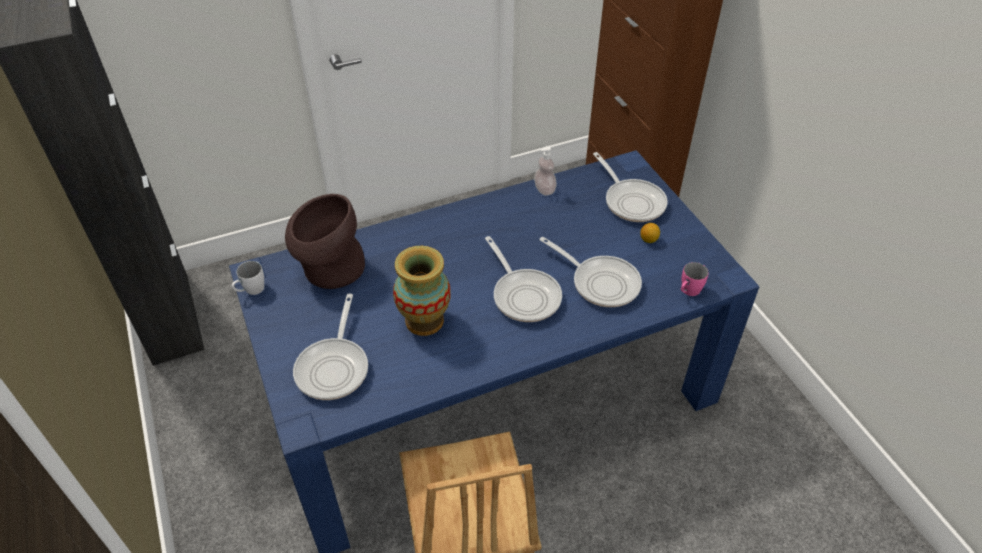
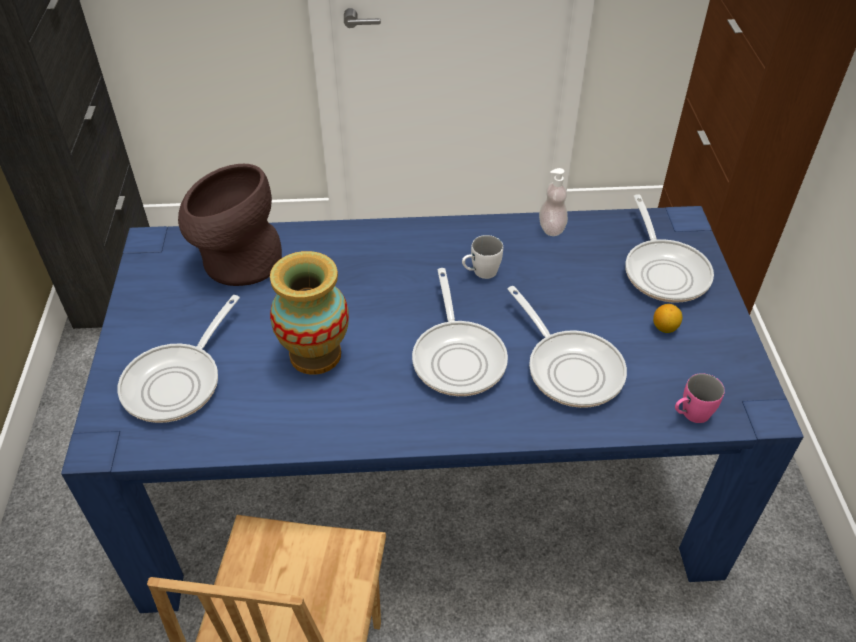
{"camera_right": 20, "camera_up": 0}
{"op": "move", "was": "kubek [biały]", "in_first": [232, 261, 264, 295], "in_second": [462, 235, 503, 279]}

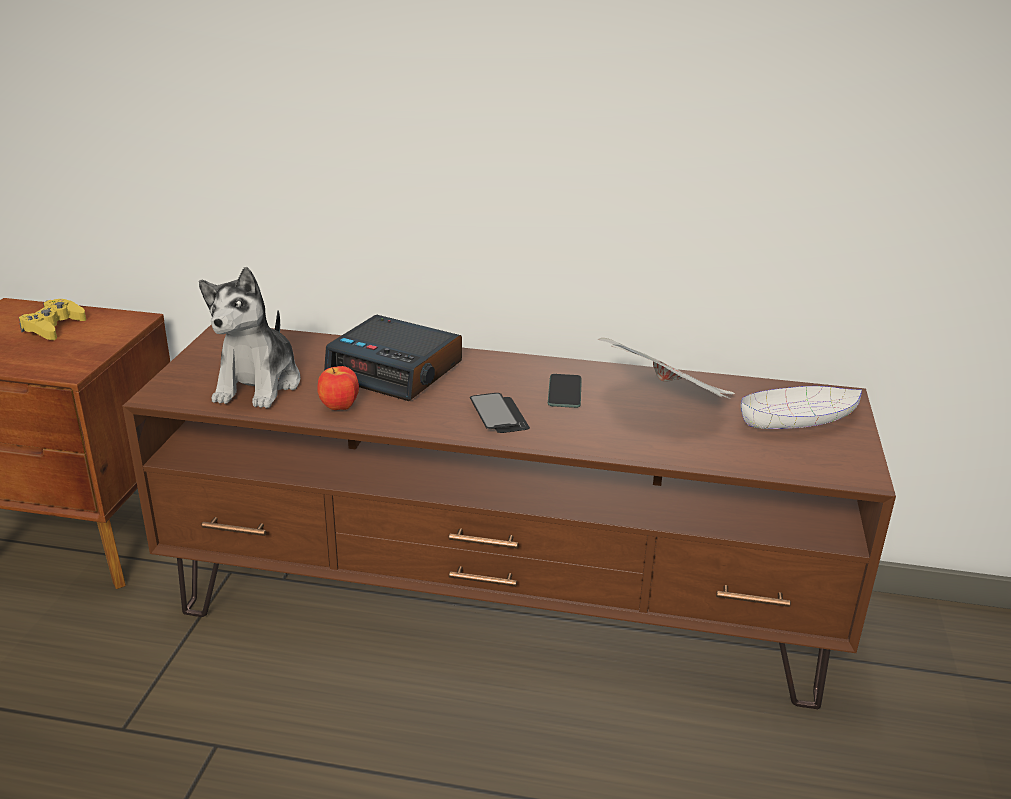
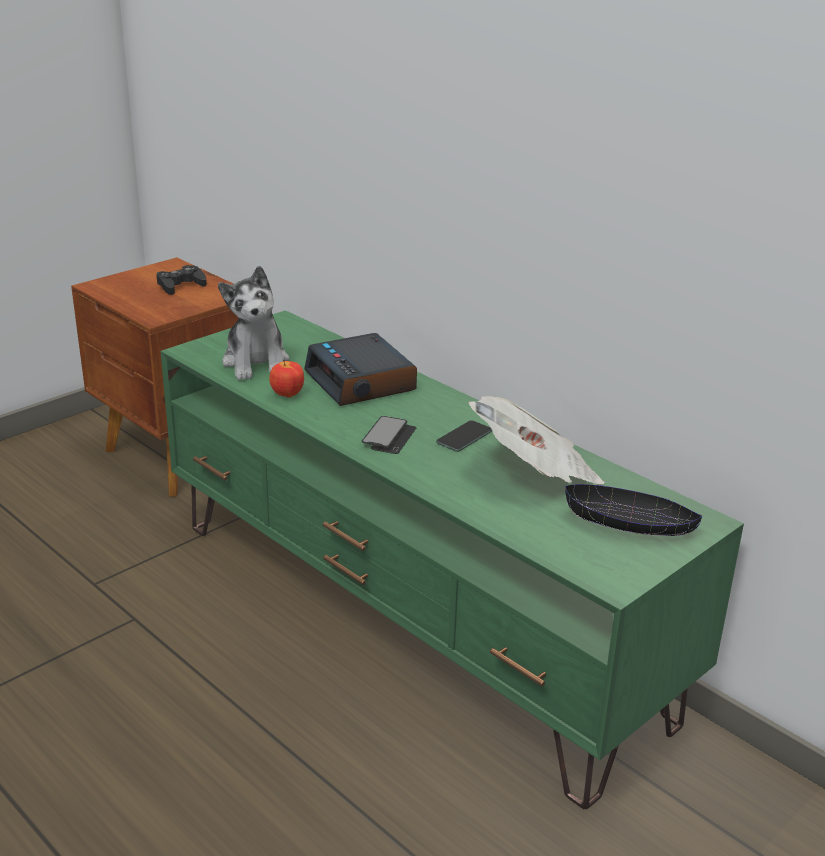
{"camera_right": 35, "camera_up": 0}
{"op": "recolor", "was": "pad do gier [żółty]", "now": "pad do gier [czarny]", "in_first": [19, 299, 86, 340], "in_second": [156, 265, 207, 295]}
{"op": "recolor", "was": "szafka pod telewizor [brązowy]", "now": "szafka pod telewizor [zielony]", "in_first": [122, 325, 896, 709], "in_second": [160, 310, 744, 809]}
{"op": "rotate", "was": "pluszak", "in_first": [199, 267, 300, 408], "in_second": [218, 266, 289, 380], "clockwise": -60}
{"op": "recolor", "was": "miska [biały]", "now": "miska [czarny]", "in_first": [740, 386, 862, 429], "in_second": [565, 484, 702, 536]}

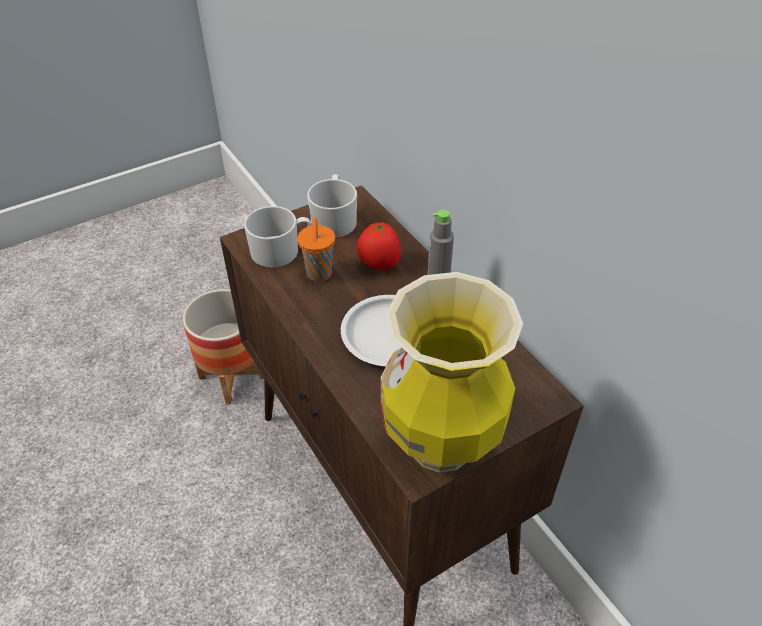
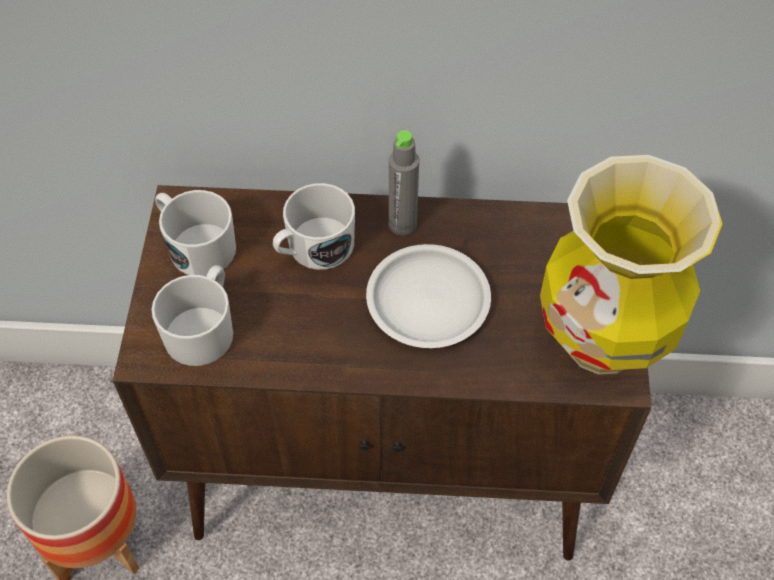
{"camera_right": -55, "camera_up": 10}
{"op": "delete", "was": "filiżanka [pomarańczowy]", "in_first": [297, 217, 335, 282]}
{"op": "replace", "was": "pomidor", "now": "kubek [biały]", "in_first": [357, 222, 401, 270], "in_second": [273, 183, 355, 270]}

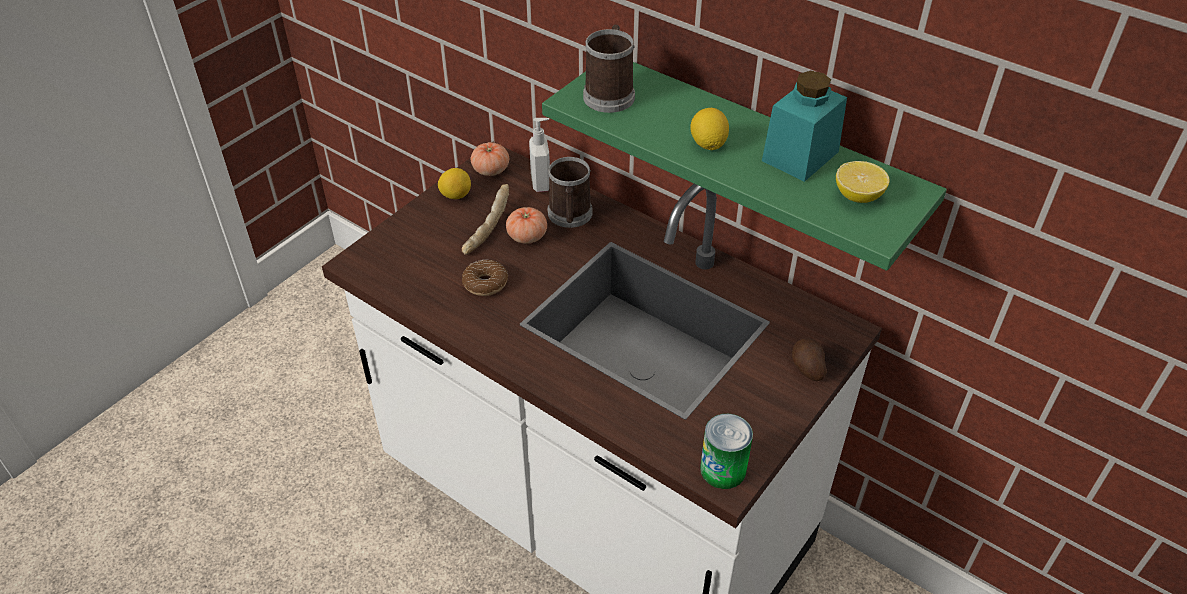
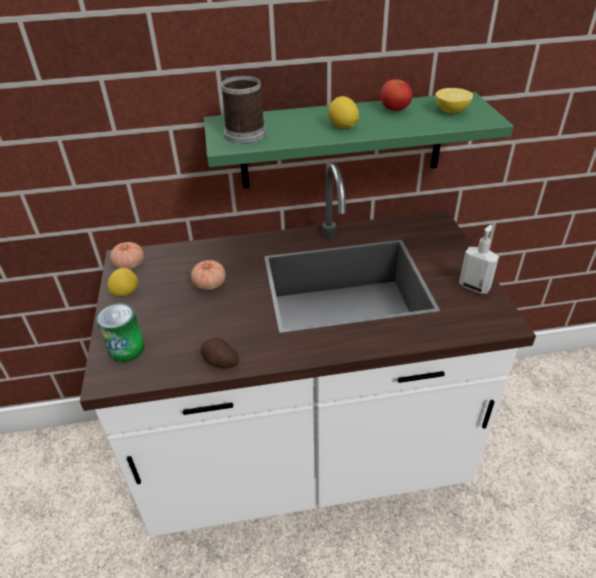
{"camera_right": -45, "camera_up": -5}
{"op": "delete", "was": "chleb", "in_first": [462, 184, 509, 255]}
{"op": "delete", "was": "donut", "in_first": [462, 260, 508, 296]}
{"op": "move", "was": "dozownik mydła", "in_first": [529, 118, 550, 192], "in_second": [459, 224, 499, 294]}
{"op": "delete", "was": "kubek", "in_first": [548, 157, 593, 228]}
{"op": "move", "was": "puszka", "in_first": [700, 414, 753, 489], "in_second": [97, 303, 145, 362]}
{"op": "replace", "was": "słoik [turkusowy]", "now": "pomidor", "in_first": [762, 71, 847, 182], "in_second": [380, 79, 413, 111]}
{"op": "move", "was": "ziemniak", "in_first": [792, 338, 827, 381], "in_second": [201, 338, 239, 368]}

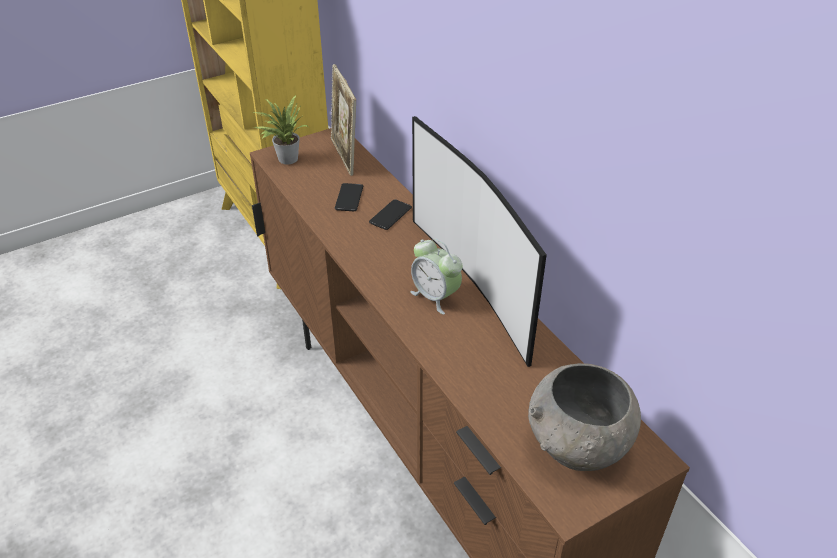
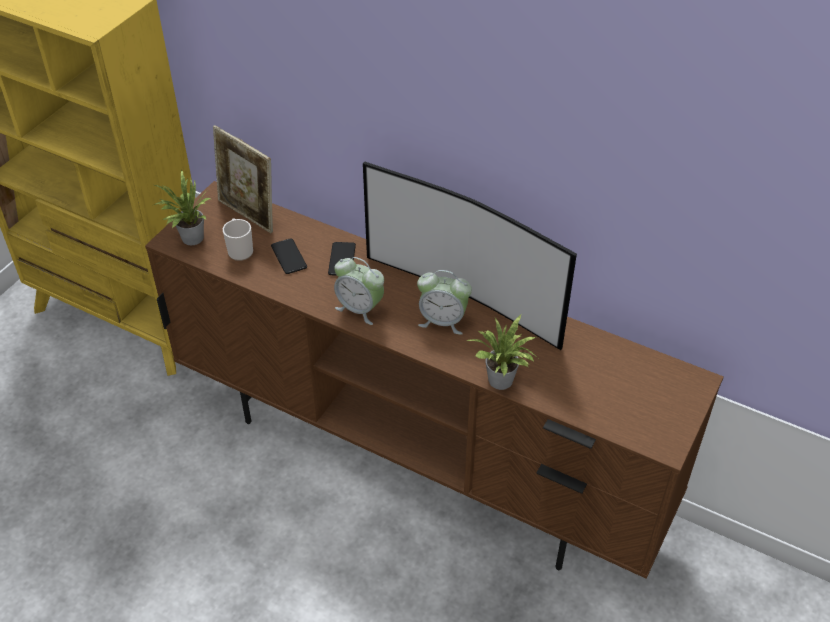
{"camera_right": -30, "camera_up": 5}
{"op": "delete", "was": "miska [szary]", "in_first": [528, 363, 641, 471]}
{"op": "insert", "now": "kubek", "in_second": [223, 218, 253, 261]}
{"op": "insert", "now": "budzik", "in_second": [334, 257, 384, 325]}
{"op": "insert", "now": "roślina doniczkowa", "in_second": [467, 314, 538, 390]}

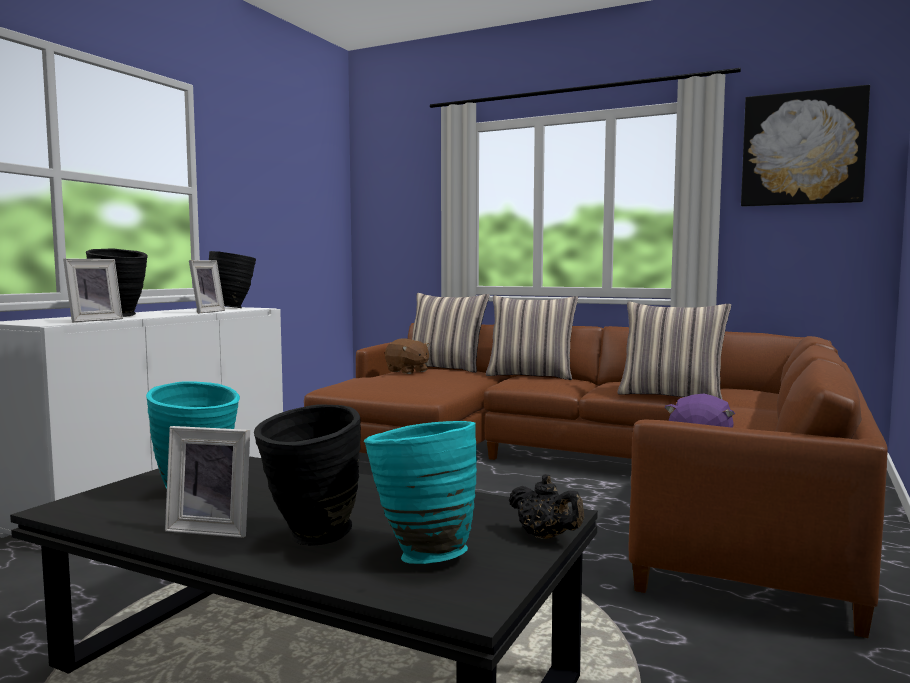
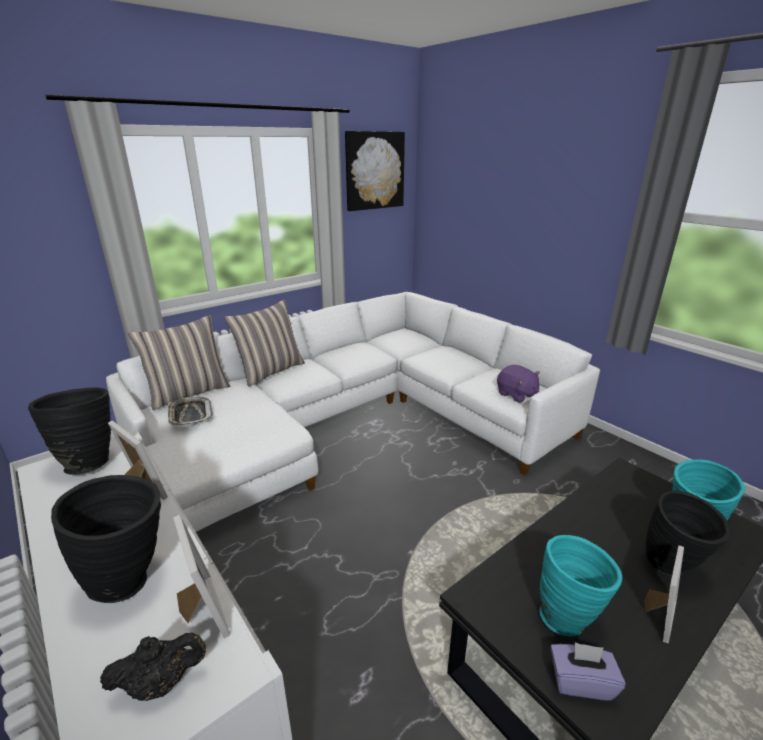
{"camera_right": -65, "camera_up": 20}
{"op": "recolor", "was": "kanapa [brązowy]", "now": "kanapa [biały]", "in_first": [304, 323, 888, 638], "in_second": [106, 292, 600, 532]}
{"op": "replace", "was": "pluszak [brązowy]", "now": "taca", "in_first": [385, 338, 430, 374], "in_second": [168, 397, 213, 427]}
{"op": "move", "was": "imbryk [czarny]", "in_first": [509, 474, 584, 539], "in_second": [100, 632, 206, 701]}
{"op": "delete", "was": "poduszka", "in_first": [617, 302, 731, 400]}
{"op": "insert", "now": "pudełko chusteczek [fioletowy]", "in_second": [550, 642, 626, 701]}

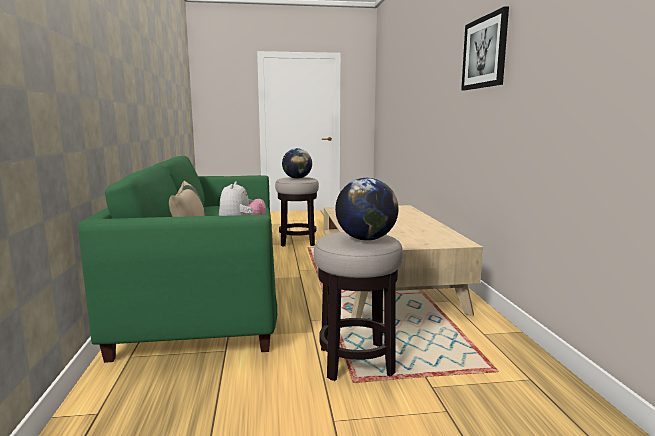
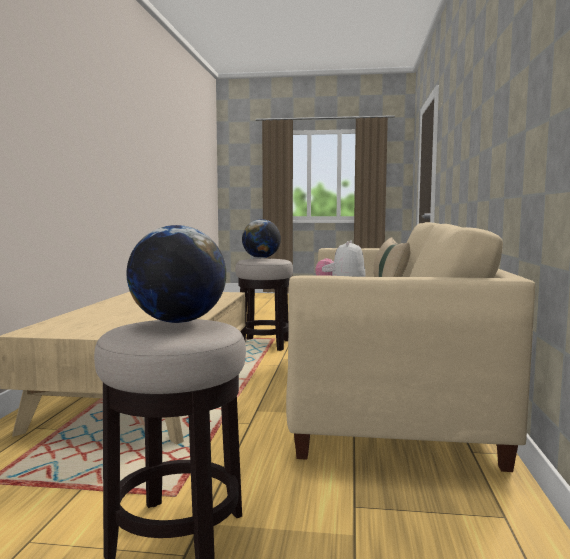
{"camera_right": -165, "camera_up": -5}
{"op": "recolor", "was": "kanapa [zielony]", "now": "kanapa [beżowy]", "in_first": [78, 156, 277, 363], "in_second": [286, 222, 535, 472]}
{"op": "delete", "was": "obraz", "in_first": [461, 6, 509, 90]}

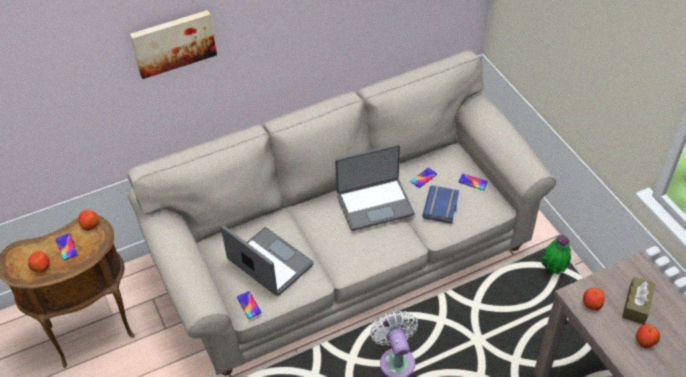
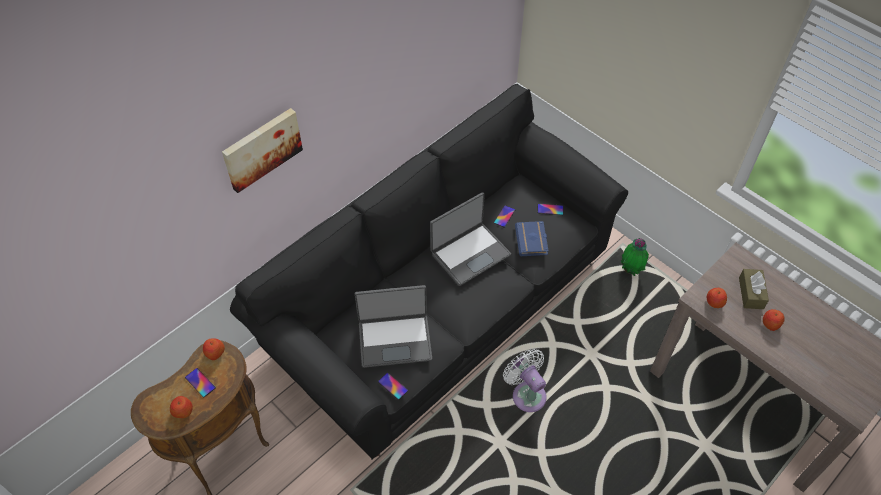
{"camera_right": -20, "camera_up": 5}
{"op": "recolor", "was": "kanapa [beżowy]", "now": "kanapa [czarny]", "in_first": [127, 50, 556, 375], "in_second": [230, 84, 628, 460]}
{"op": "rotate", "was": "laptop", "in_first": [221, 225, 314, 296], "in_second": [355, 285, 432, 368], "clockwise": 150}

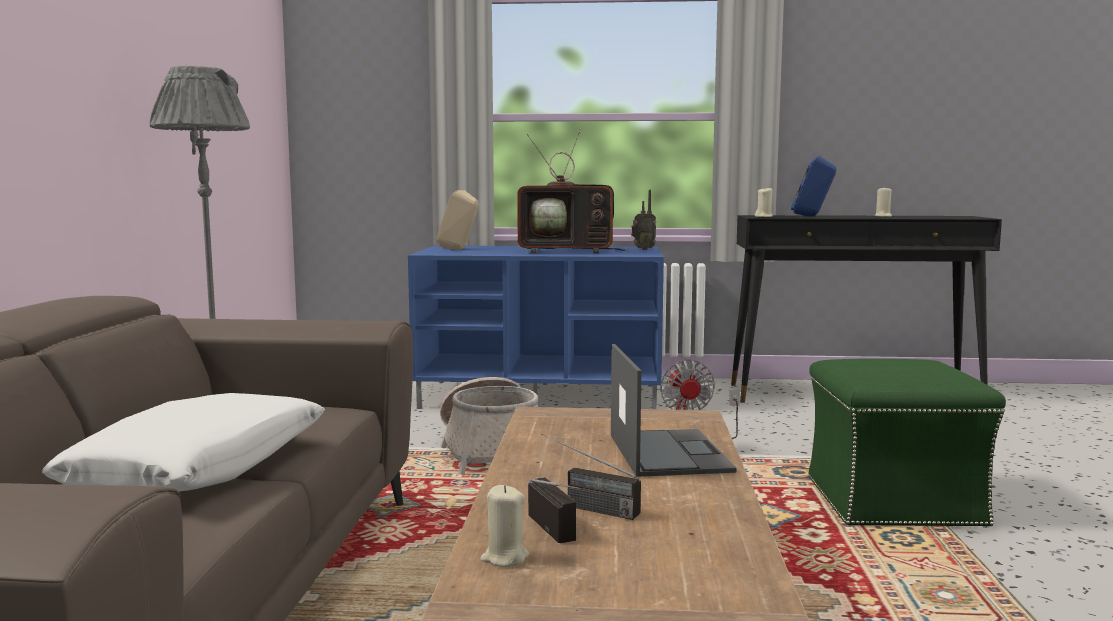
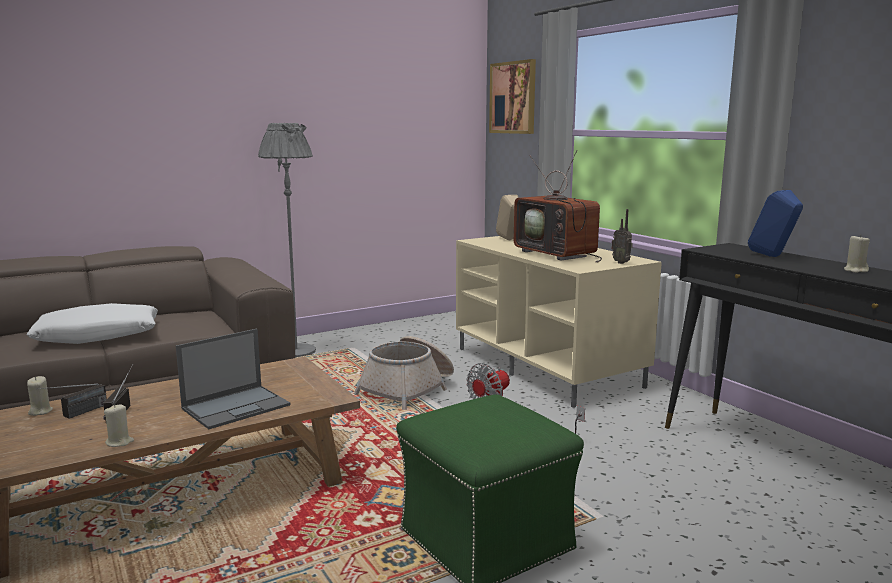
{"camera_right": 55, "camera_up": 5}
{"op": "recolor", "was": "szafka pod telewizor [niebieski]", "now": "szafka pod telewizor [beżowy]", "in_first": [408, 245, 664, 409], "in_second": [456, 236, 662, 408]}
{"op": "move", "was": "świeca [beżowy]", "in_first": [755, 188, 773, 217], "in_second": [104, 404, 134, 447]}
{"op": "insert", "now": "obraz", "in_second": [489, 59, 536, 134]}

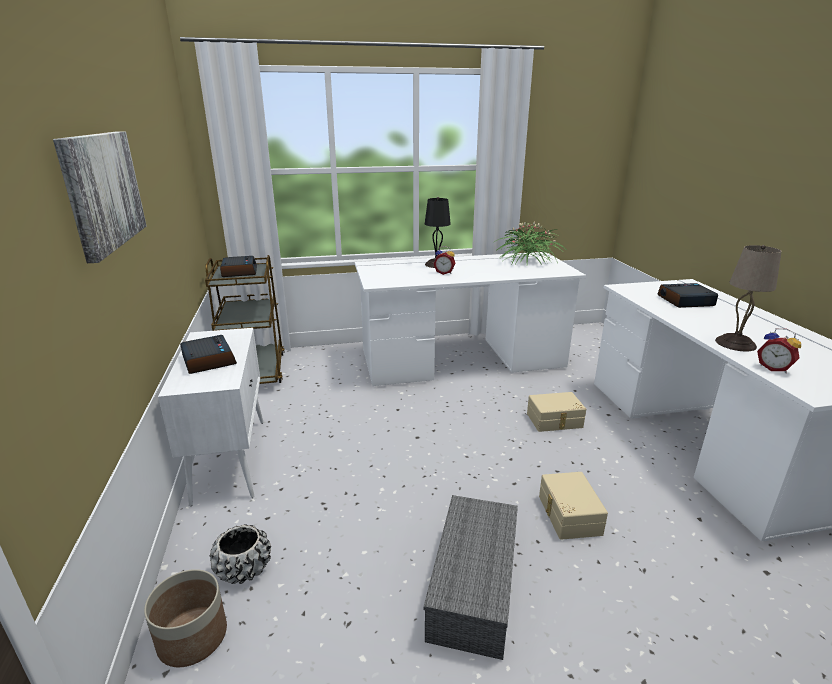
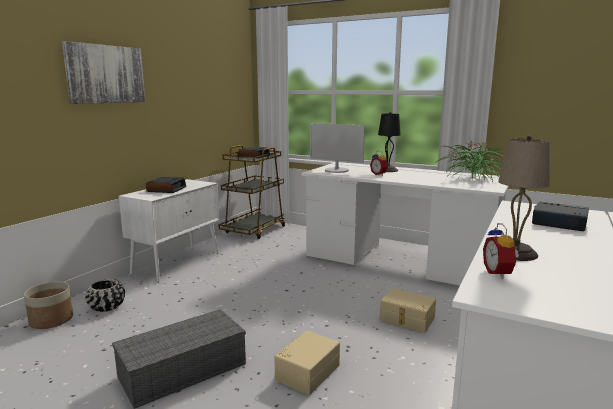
{"camera_right": 40, "camera_up": -10}
{"op": "insert", "now": "monitor", "in_second": [310, 123, 365, 173]}

